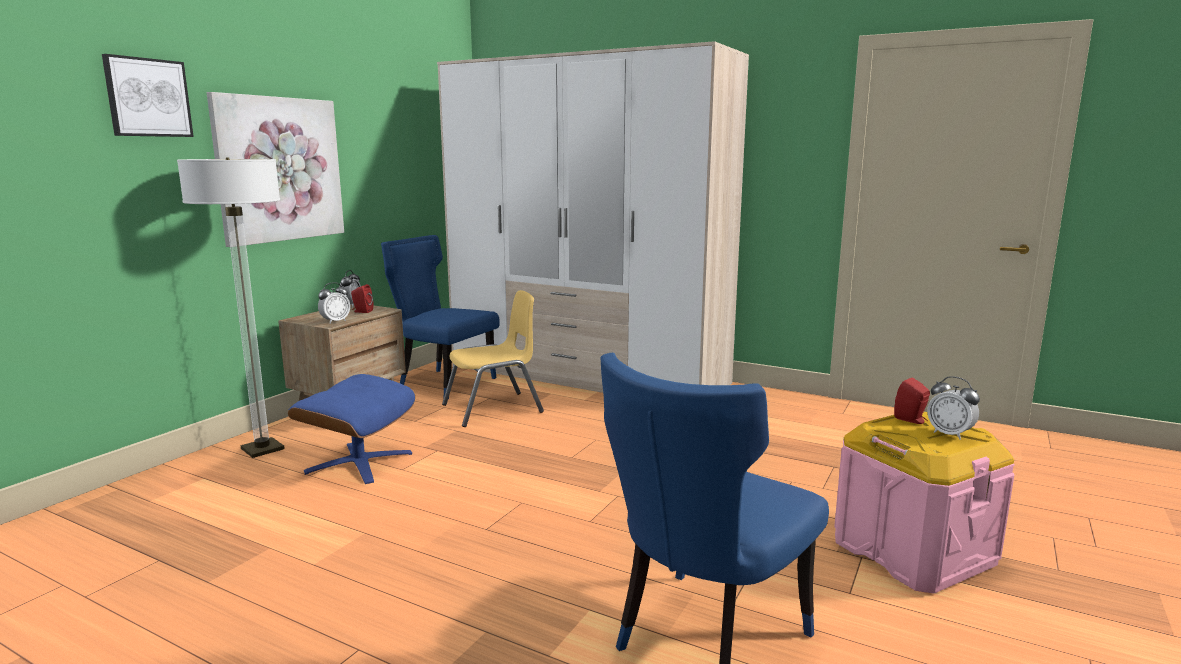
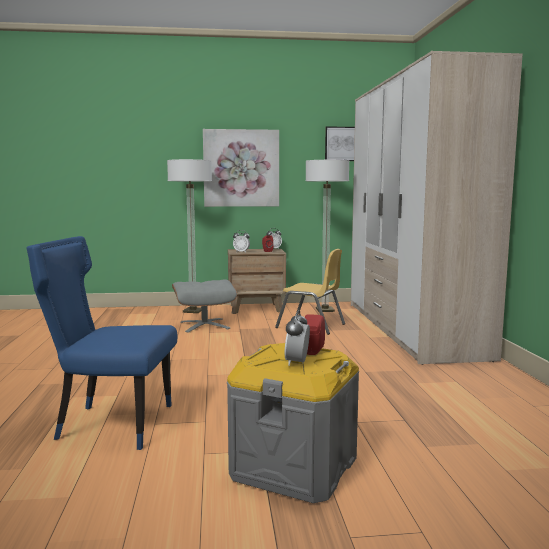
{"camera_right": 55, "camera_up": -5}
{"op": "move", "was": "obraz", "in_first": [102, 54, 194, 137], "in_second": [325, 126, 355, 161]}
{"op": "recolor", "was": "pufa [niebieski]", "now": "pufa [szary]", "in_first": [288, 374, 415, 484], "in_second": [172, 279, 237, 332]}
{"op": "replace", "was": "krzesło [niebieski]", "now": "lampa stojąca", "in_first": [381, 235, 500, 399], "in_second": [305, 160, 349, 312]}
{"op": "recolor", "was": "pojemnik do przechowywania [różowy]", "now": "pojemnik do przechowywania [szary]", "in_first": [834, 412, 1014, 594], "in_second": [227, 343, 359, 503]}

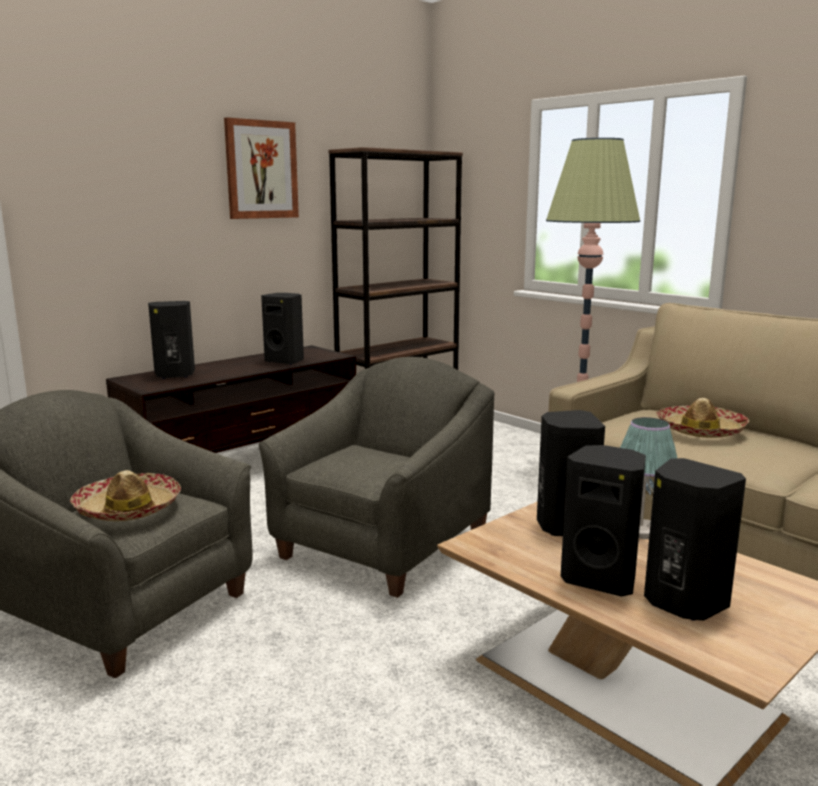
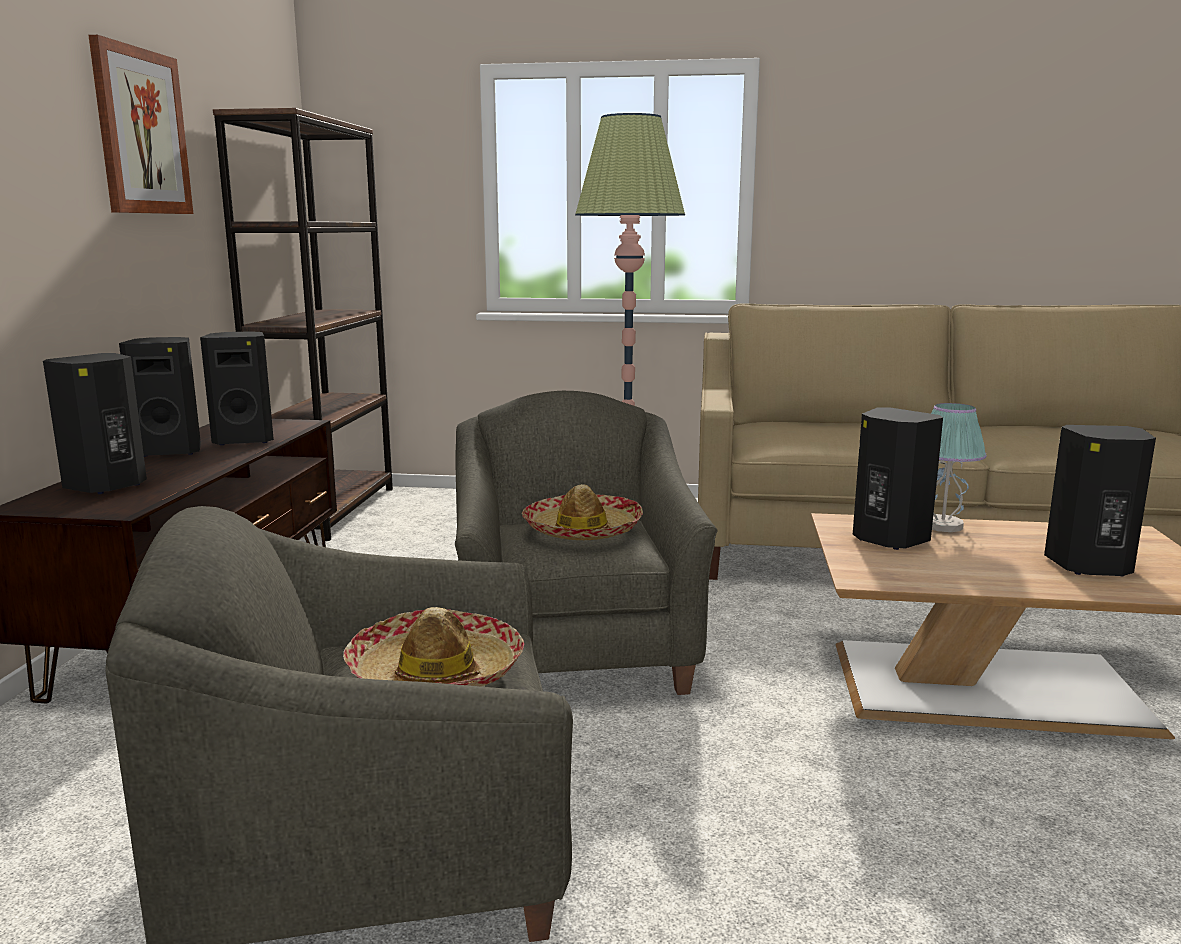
{"camera_right": -40, "camera_up": 0}
{"op": "move", "was": "głośnik [czarny]", "in_first": [561, 445, 646, 597], "in_second": [119, 337, 201, 457]}
{"op": "move", "was": "kapelusz", "in_first": [656, 398, 749, 438], "in_second": [522, 484, 643, 540]}

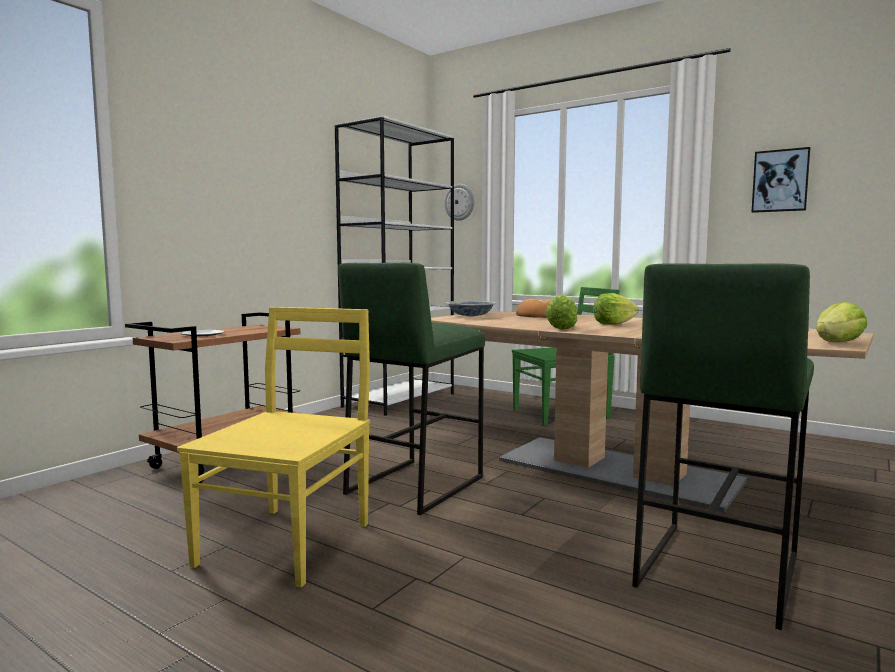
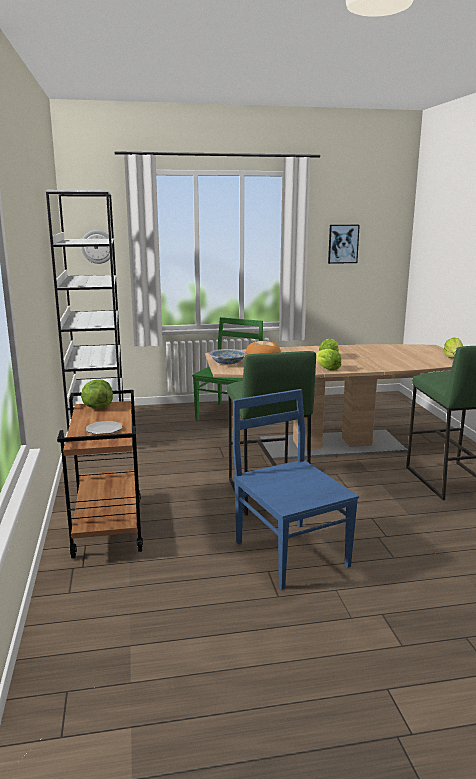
{"camera_right": -45, "camera_up": 10}
{"op": "recolor", "was": "krzesło [żółty]", "now": "krzesło [niebieski]", "in_first": [177, 307, 370, 588], "in_second": [233, 389, 359, 590]}
{"op": "insert", "now": "sałata", "in_second": [81, 379, 113, 409]}

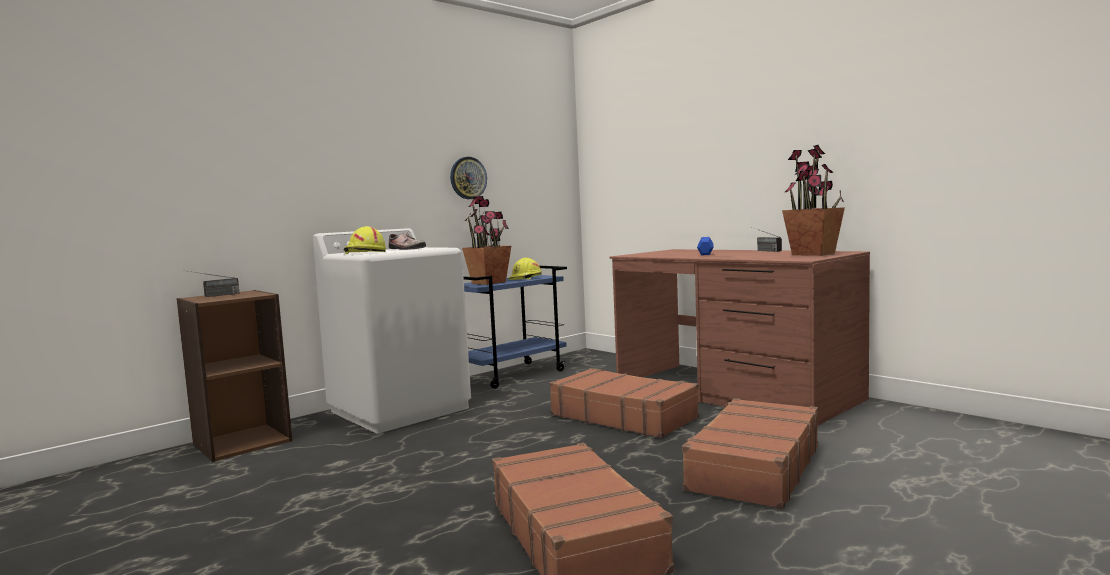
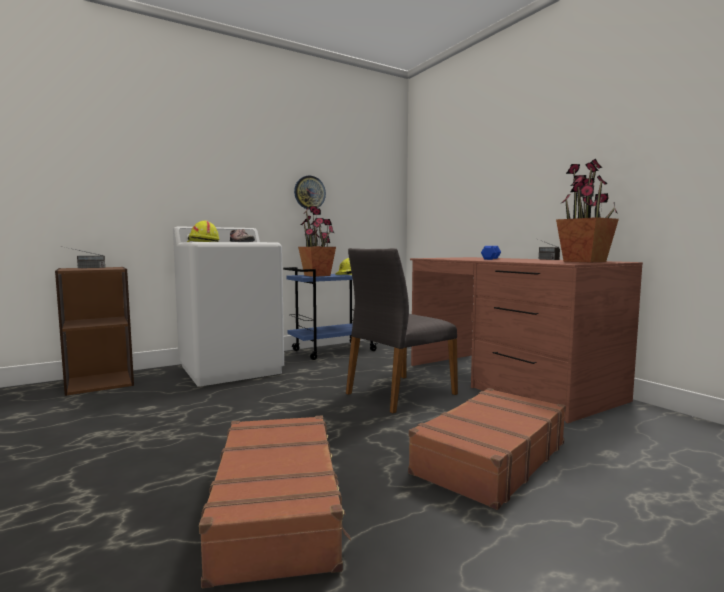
{"camera_right": 10, "camera_up": 0}
{"op": "replace", "was": "walizka [brązowy]", "now": "krzesło [szary]", "in_first": [549, 368, 699, 438], "in_second": [346, 248, 458, 413]}

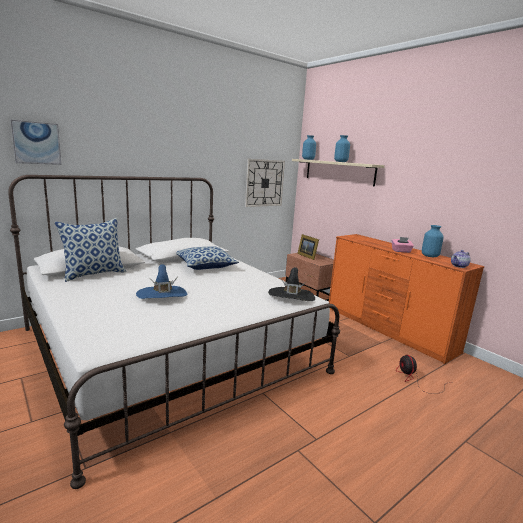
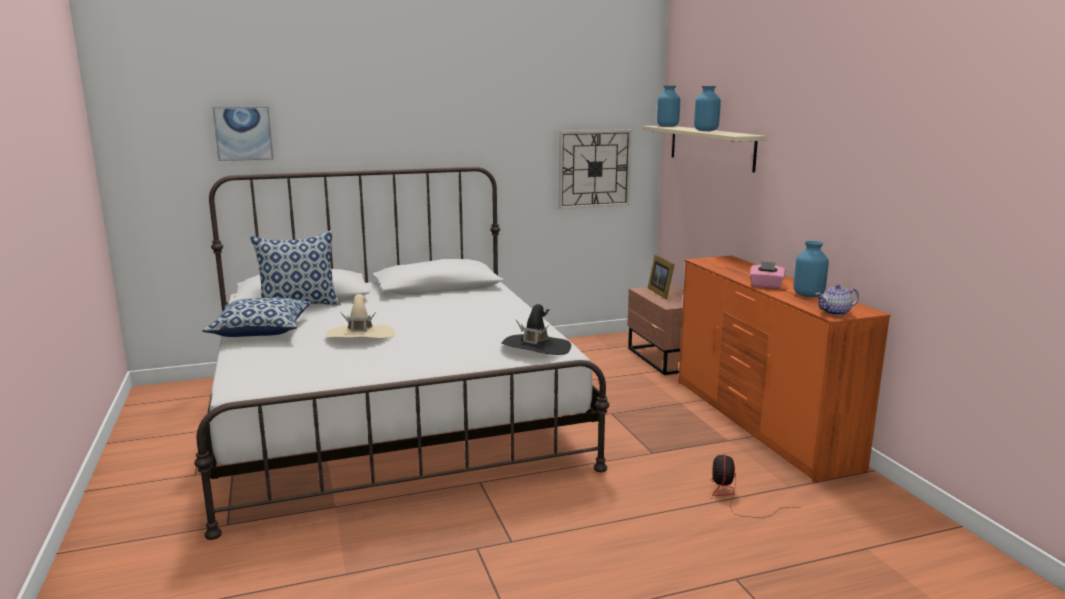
{"camera_right": 20, "camera_up": 0}
{"op": "recolor", "was": "kapelusz [niebieski]", "now": "kapelusz [beżowy]", "in_first": [136, 264, 188, 299], "in_second": [326, 294, 395, 338]}
{"op": "move", "was": "poduszka", "in_first": [176, 246, 239, 270], "in_second": [202, 298, 311, 337]}

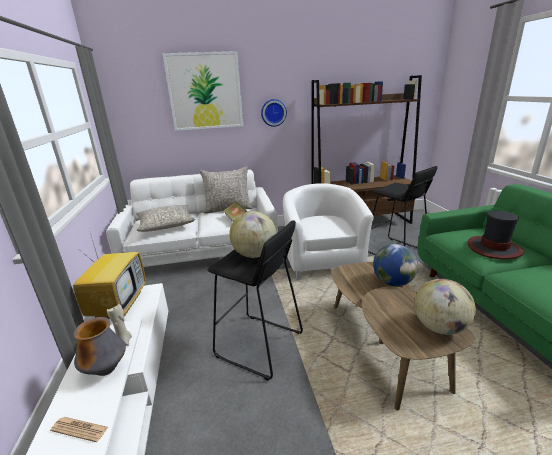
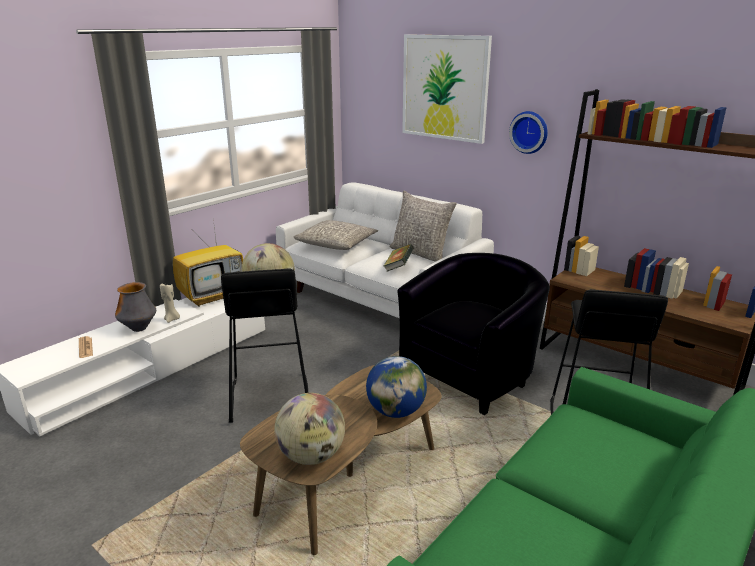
{"camera_right": 50, "camera_up": 0}
{"op": "recolor", "was": "fotel [biały]", "now": "fotel [czarny]", "in_first": [283, 183, 374, 280], "in_second": [397, 253, 550, 415]}
{"op": "delete", "was": "kapelusz", "in_first": [468, 211, 524, 260]}

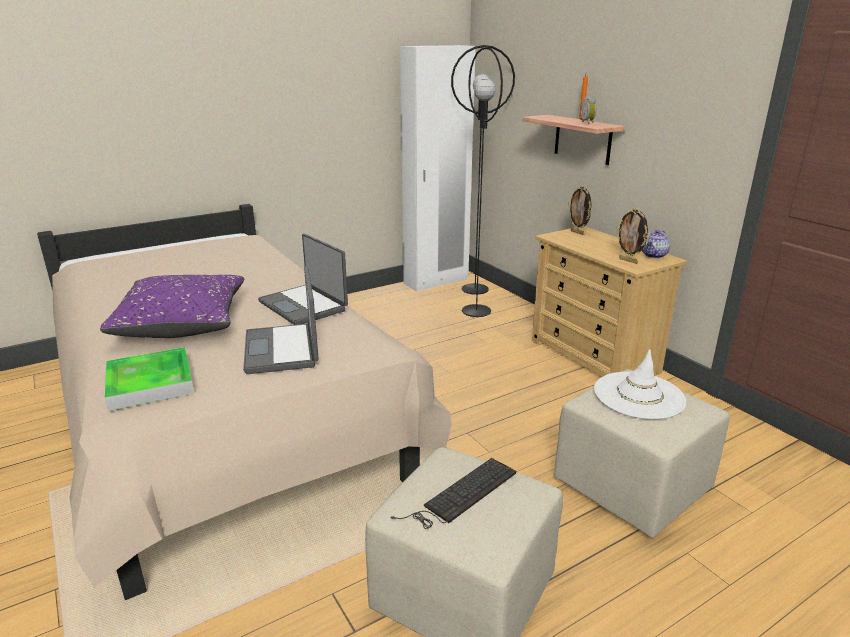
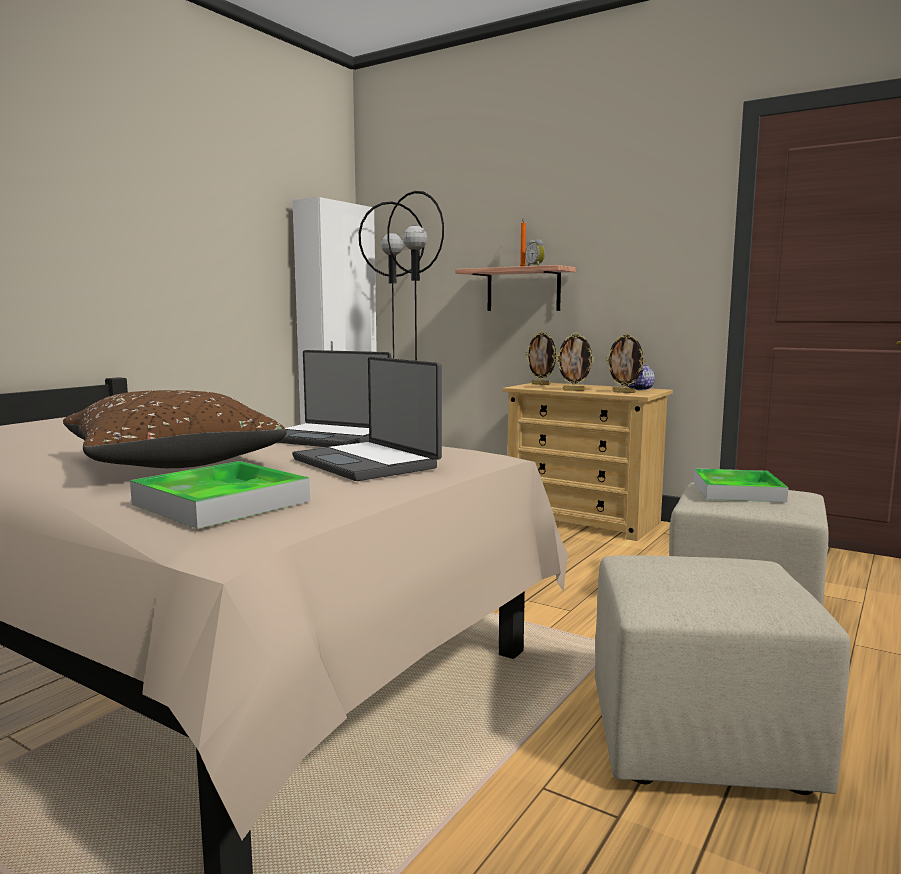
{"camera_right": -25, "camera_up": -15}
{"op": "recolor", "was": "poduszka [fioletowy]", "now": "poduszka [brązowy]", "in_first": [100, 275, 244, 338], "in_second": [63, 390, 287, 468]}
{"op": "delete", "was": "klawiatura", "in_first": [390, 458, 516, 529]}
{"op": "replace", "was": "kapelusz [biały]", "now": "taca", "in_first": [594, 349, 686, 420], "in_second": [694, 468, 789, 502]}
{"op": "insert", "now": "ramka na zdjęcie", "in_second": [556, 332, 594, 391]}

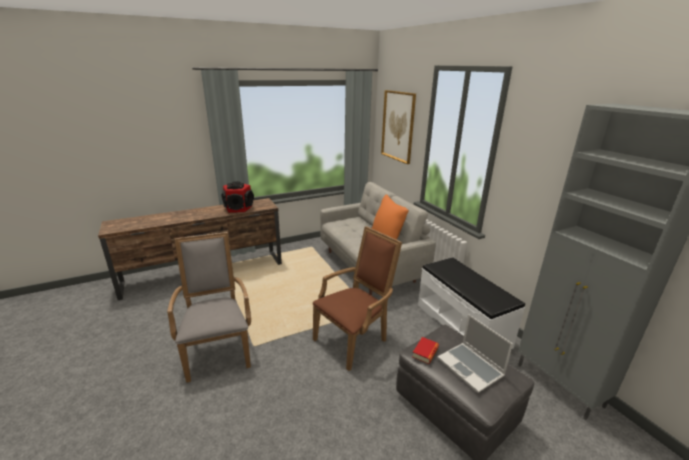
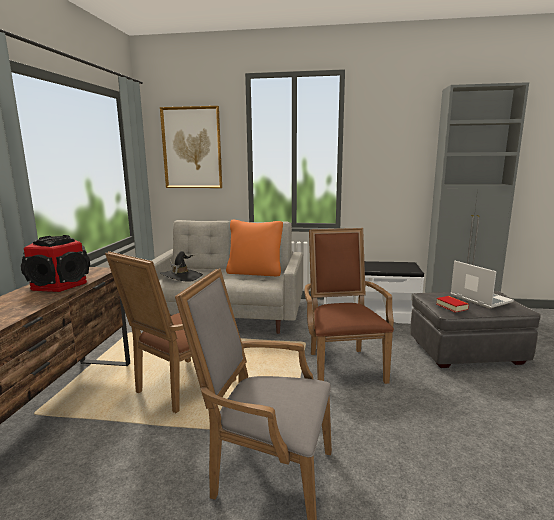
{"camera_right": -55, "camera_up": -10}
{"op": "rotate", "was": "laptop", "in_first": [437, 314, 513, 393], "in_second": [450, 261, 514, 309], "clockwise": -120}
{"op": "insert", "now": "fotel [brązowy]", "in_second": [105, 251, 236, 413]}
{"op": "insert", "now": "kapelusz [czarny]", "in_second": [160, 251, 203, 282]}

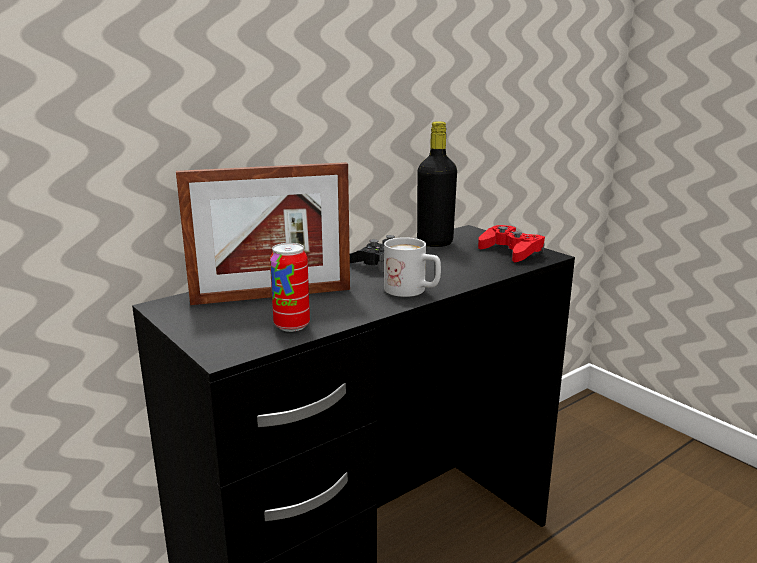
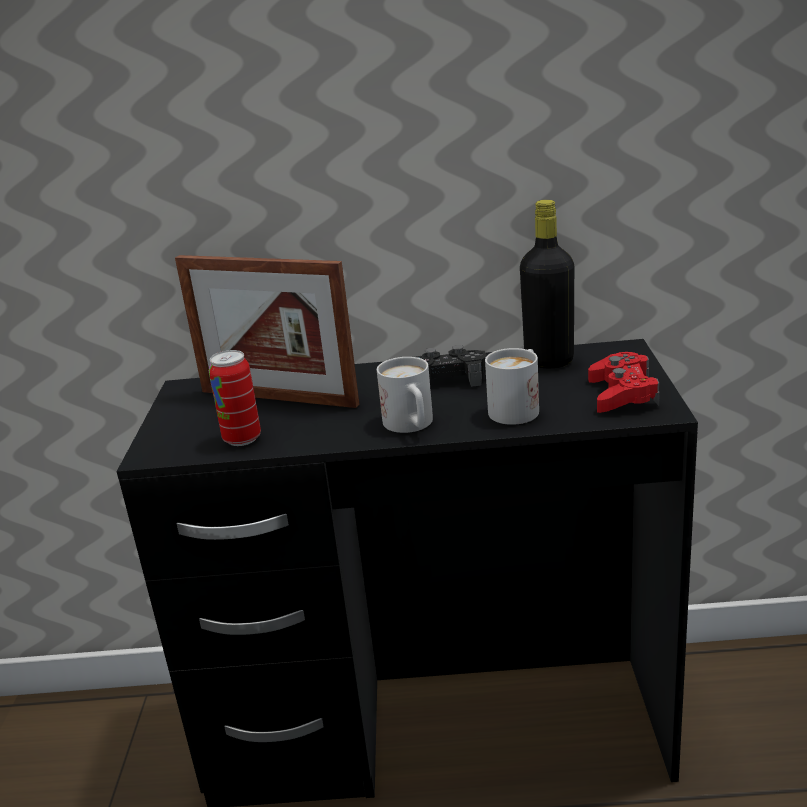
{"camera_right": 40, "camera_up": 5}
{"op": "insert", "now": "kubek [biały]", "in_second": [485, 348, 539, 425]}

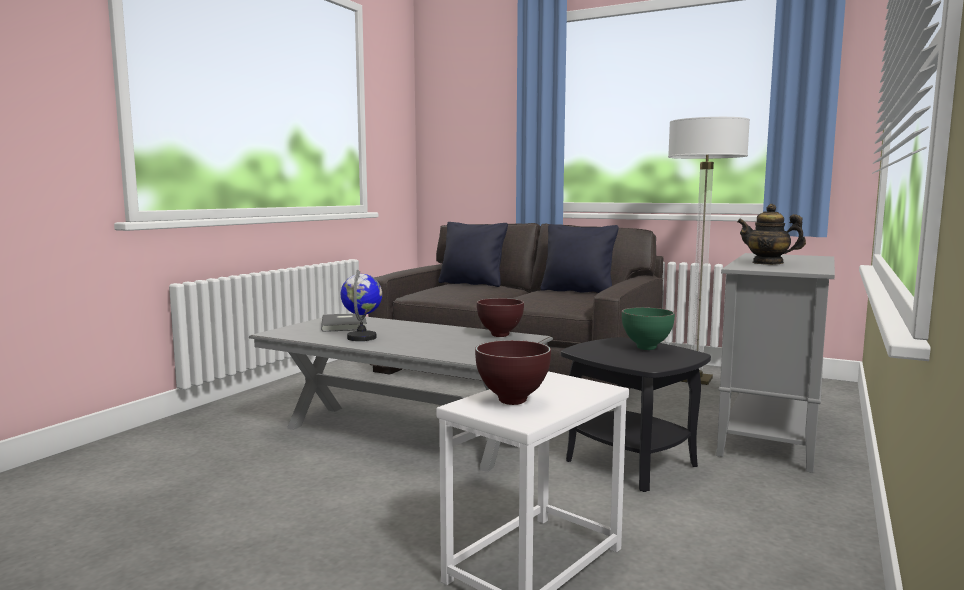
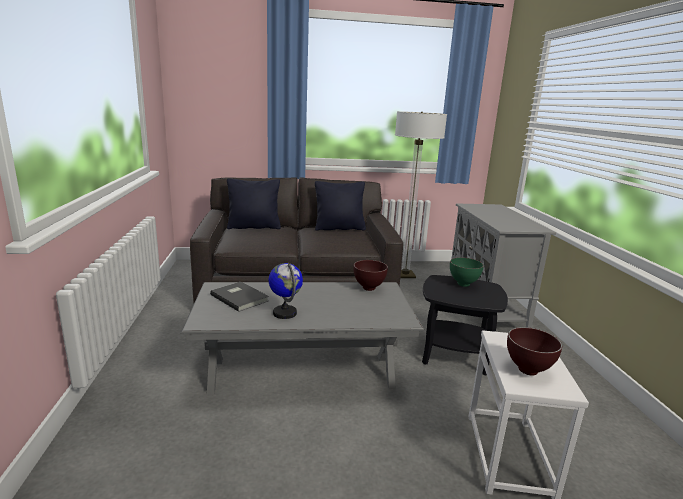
{"camera_right": -35, "camera_up": 10}
{"op": "delete", "was": "imbryk", "in_first": [737, 204, 806, 265]}

